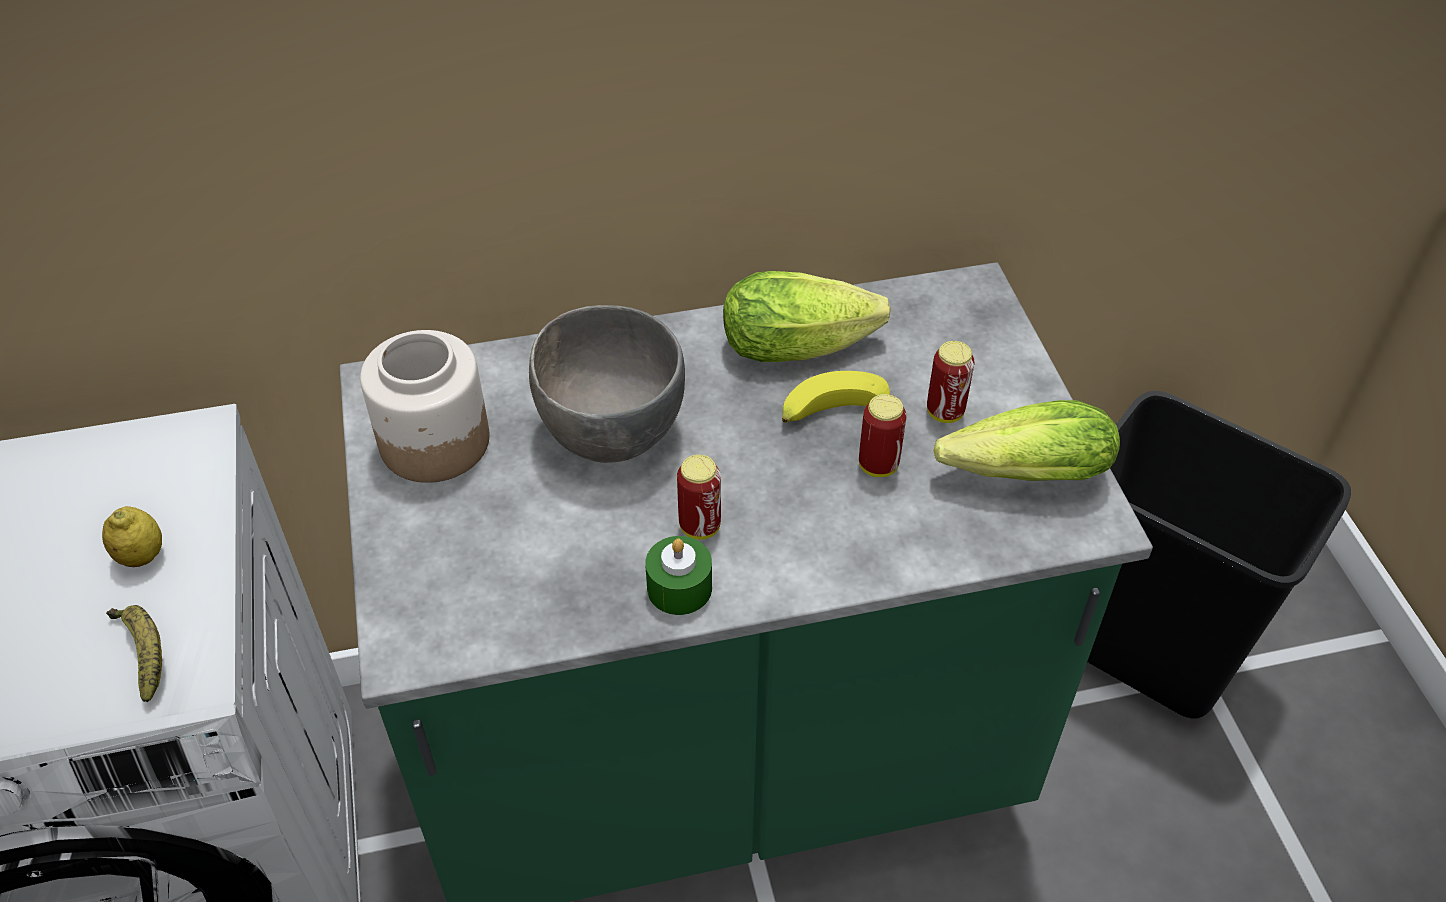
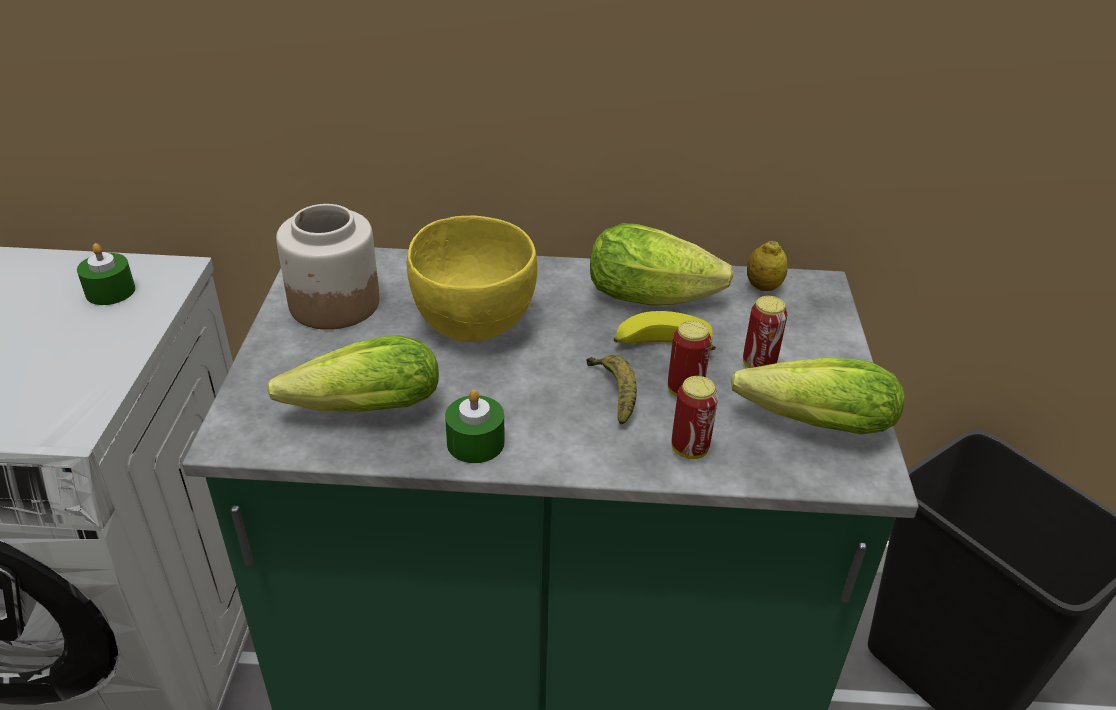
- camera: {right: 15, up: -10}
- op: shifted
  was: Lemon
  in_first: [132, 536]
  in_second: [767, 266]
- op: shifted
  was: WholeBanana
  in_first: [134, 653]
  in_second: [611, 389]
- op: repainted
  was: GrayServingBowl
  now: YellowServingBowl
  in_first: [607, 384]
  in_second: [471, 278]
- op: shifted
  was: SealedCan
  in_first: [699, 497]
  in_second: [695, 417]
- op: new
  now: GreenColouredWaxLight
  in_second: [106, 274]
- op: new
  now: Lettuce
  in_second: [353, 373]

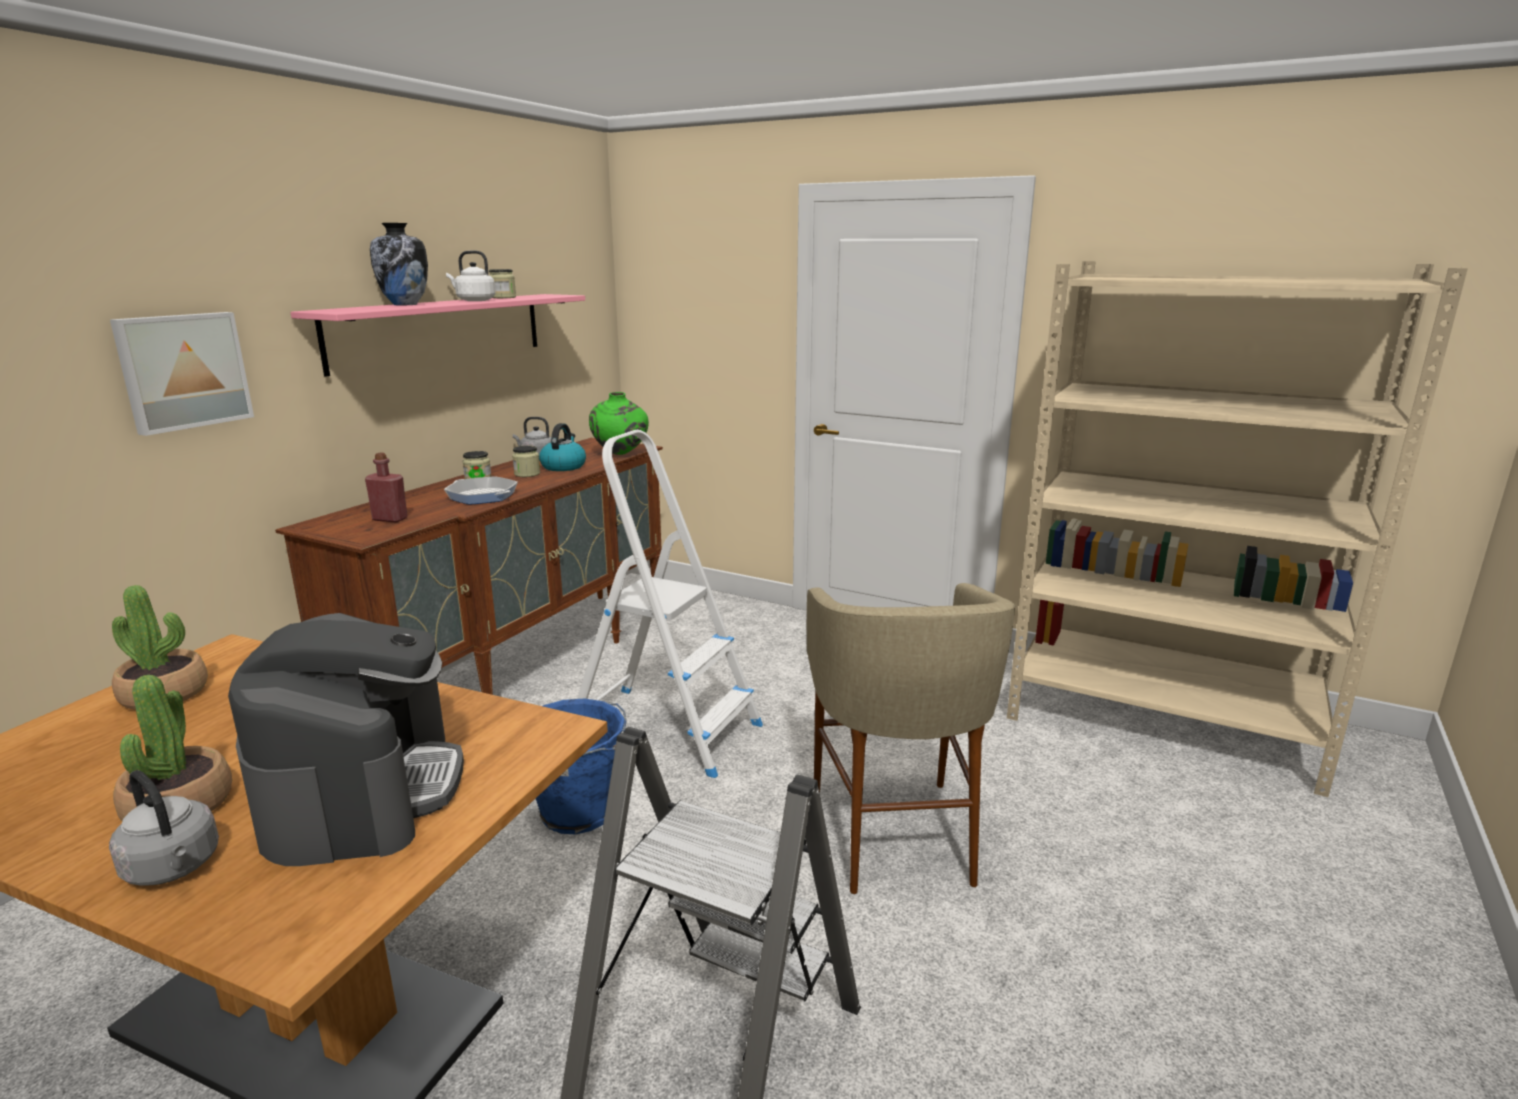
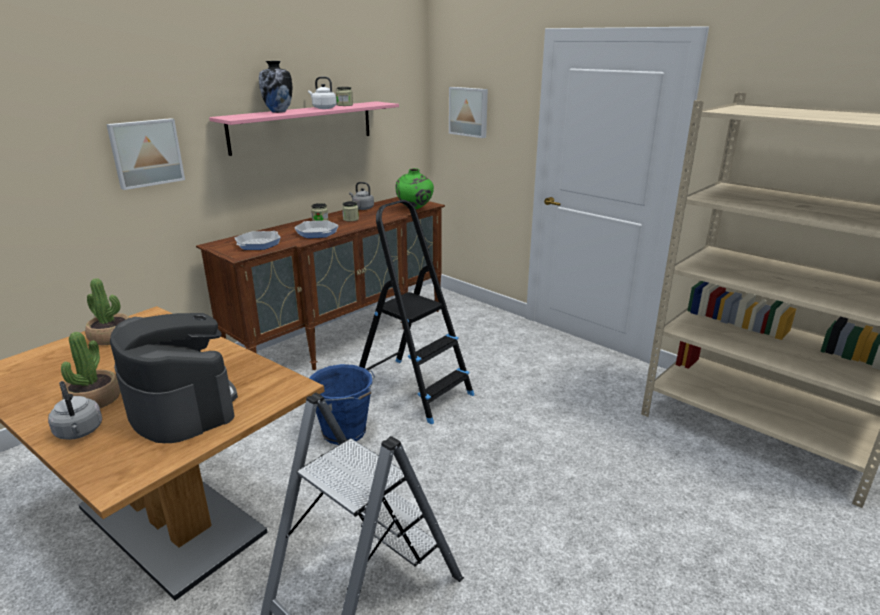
- camera: {right: 15, up: 5}
- op: rotated
  was: CoffeeMaker
  in_first: [346, 739]
  in_second: [174, 378]
  clockwise: -45
- op: swapped
  was: RedBottle
  now: FryingPan
  in_first: [386, 488]
  in_second: [257, 240]
- op: gone
  was: Kettle
  in_first: [562, 447]
- op: repainted
  was: WhitishStepLadder
  now: BlackStepLadder
  in_first: [670, 604]
  in_second: [416, 312]
- op: gone
  was: SandColouredSittingStool
  in_first: [911, 738]
- op: new
  now: WallPicture
  in_second: [468, 112]

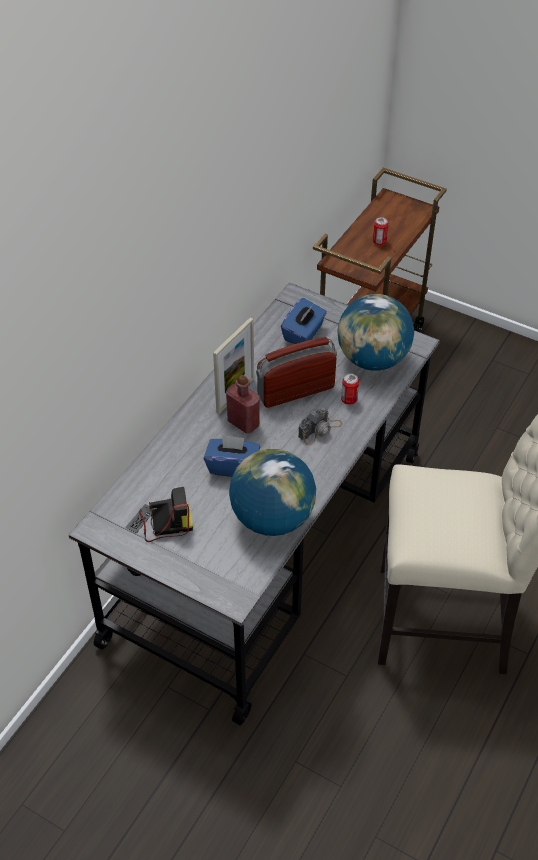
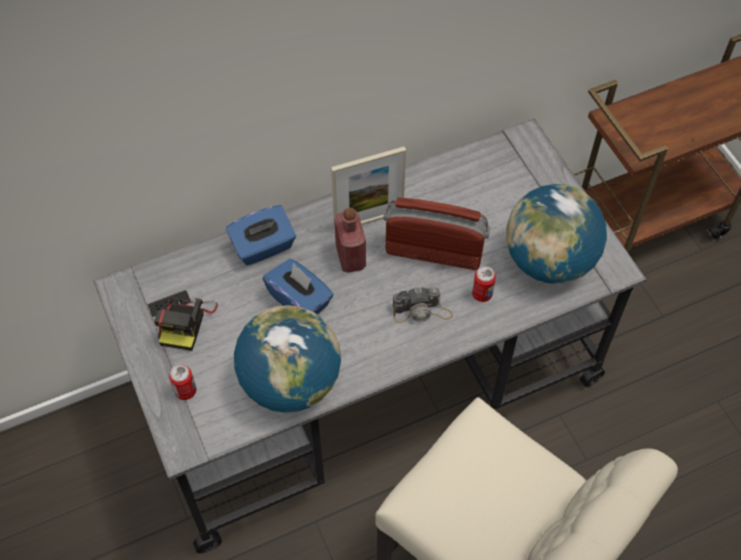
- camera: {right: 35, up: 10}
- op: rotated
  was: StillCamera
  in_first: [166, 514]
  in_second: [186, 324]
  clockwise: 75
- op: shifted
  was: BlueBoxOfTissues
  in_first: [304, 321]
  in_second: [261, 235]
- op: shifted
  was: SealedCan
  in_first: [381, 231]
  in_second: [182, 382]

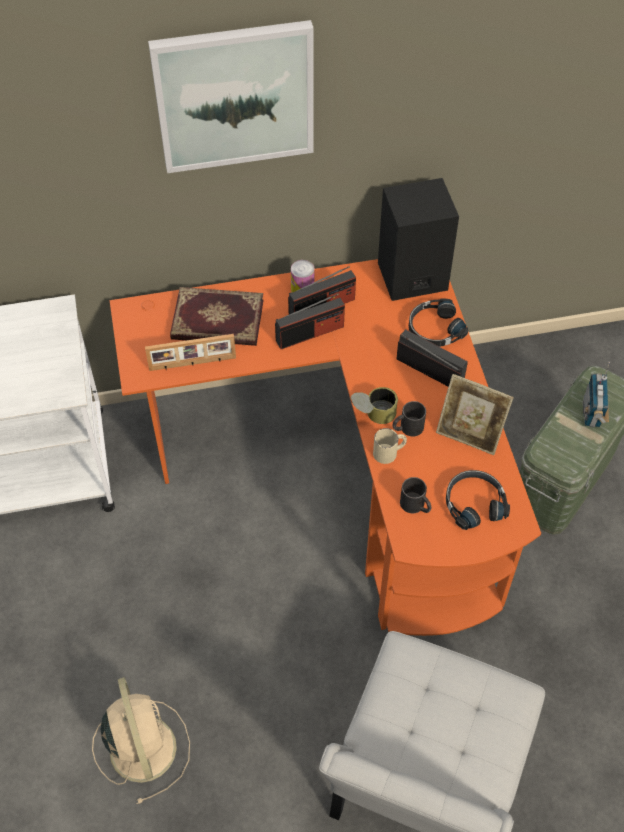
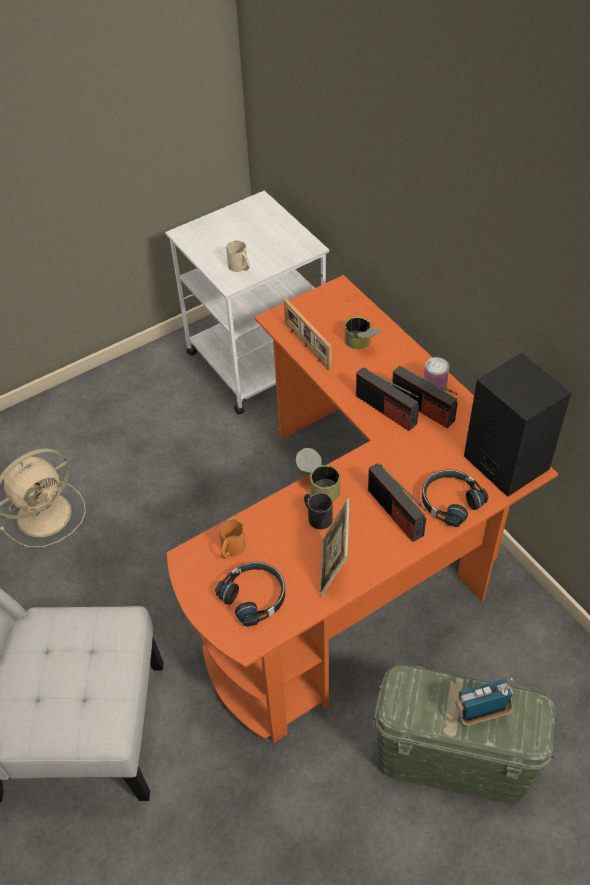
- camera: {right: 70, up: -5}
- op: gone
  was: WallPicture
  in_first: [231, 96]
- op: swapped
  was: Book
  now: SealedCan
  in_first: [217, 316]
  in_second: [362, 332]
- op: shifted
  was: SandColouredCoffeeMug
  in_first: [390, 446]
  in_second: [237, 256]
- op: rotated
  was: RadioReceiver
  in_first: [432, 358]
  in_second: [397, 502]
  clockwise: 135
- op: repainted
  was: BlackCoffeeMug
  now: OrangeCoffeeMug
  in_first: [415, 495]
  in_second: [232, 539]

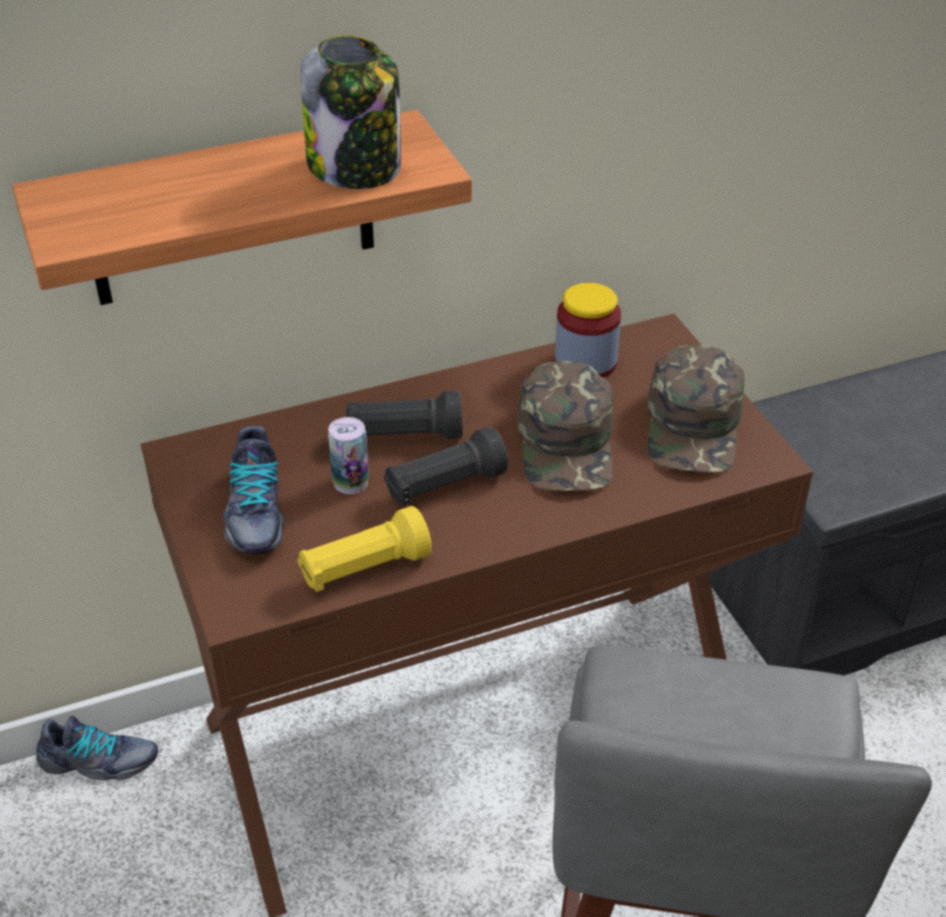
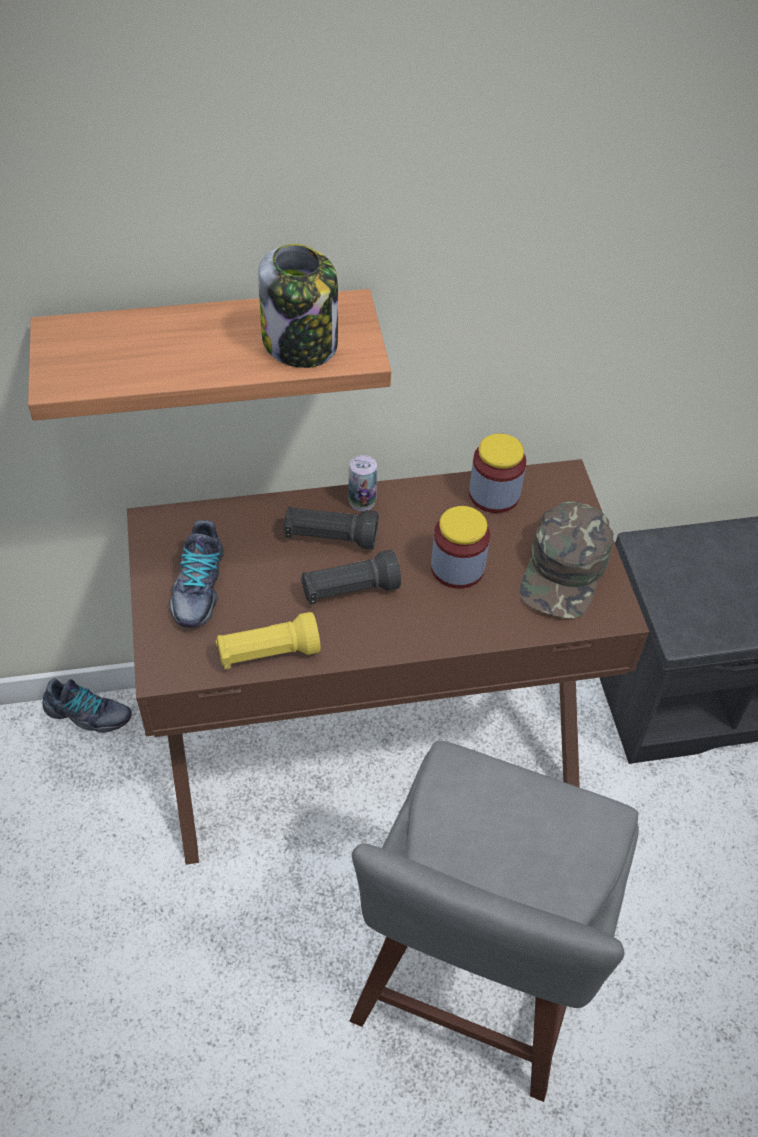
- camera: {right: 10, up: 10}
- op: shifted
  was: SealedCan
  in_first: [348, 455]
  in_second: [363, 483]
- op: swapped
  was: GreenColouredBaseballCap
  now: Jar
  in_first: [565, 426]
  in_second: [460, 547]

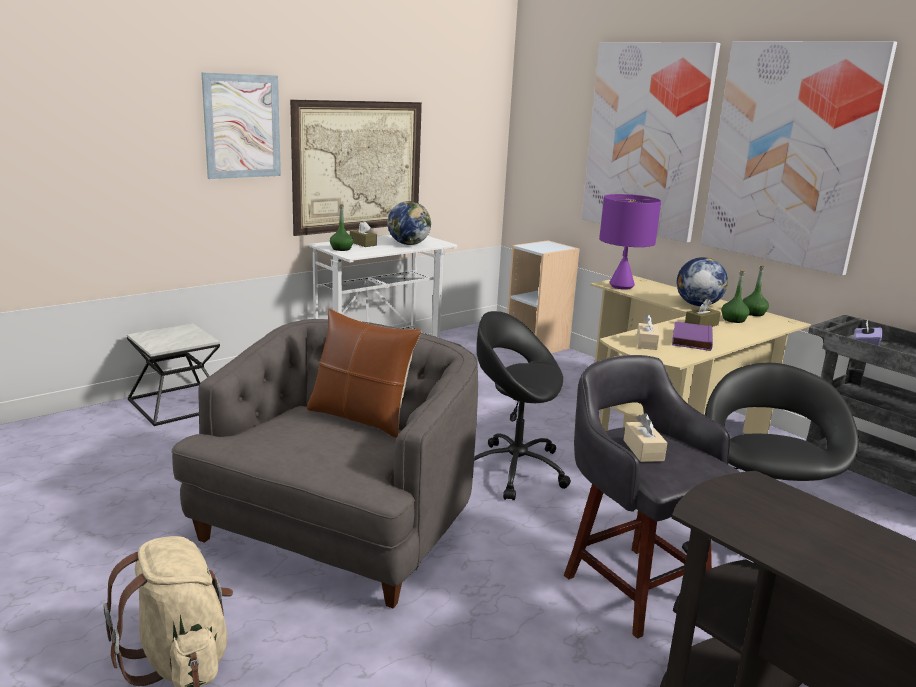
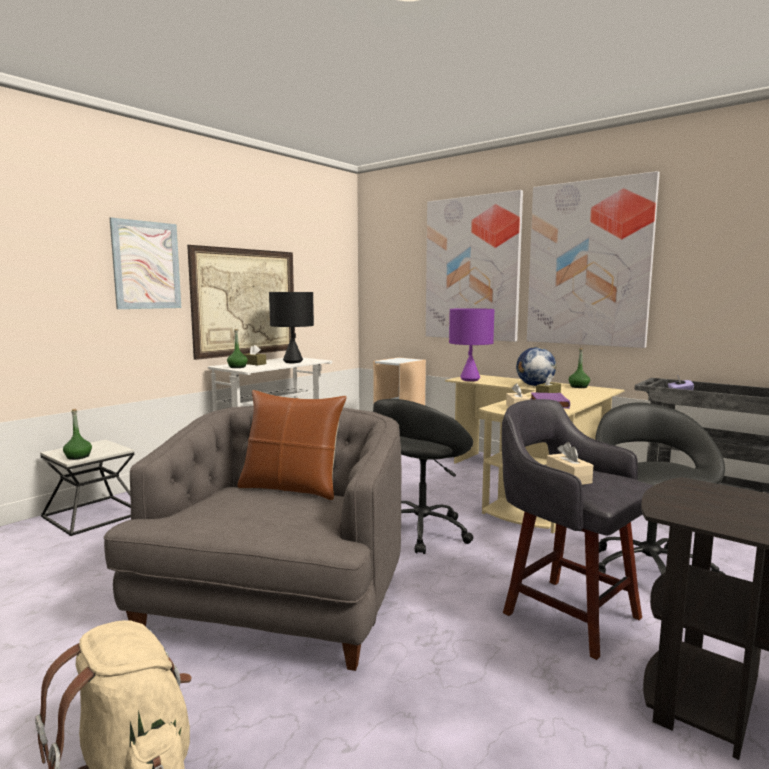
- camera: {right: -10, up: -10}
- op: swapped
  was: DeskGlobe
  now: BlackLampForATable
  in_first: [409, 223]
  in_second: [291, 327]
- op: rotated
  was: BlackOfficeChair
  in_first: [522, 405]
  in_second: [423, 476]
  clockwise: -60
- op: shifted
  was: GreenColouredBottle
  in_first: [735, 296]
  in_second: [77, 434]

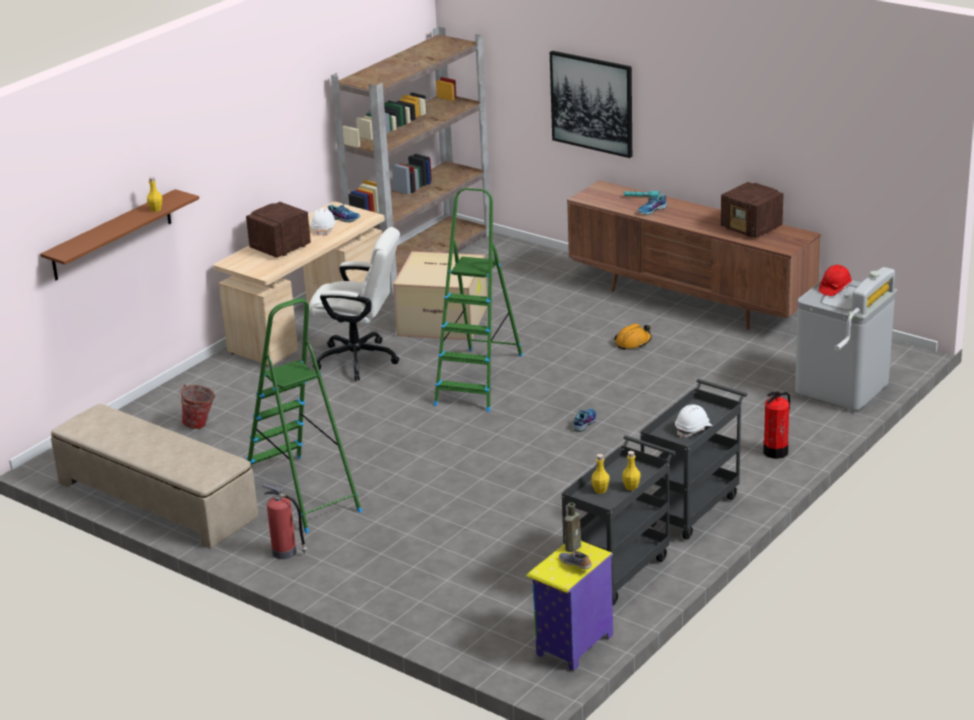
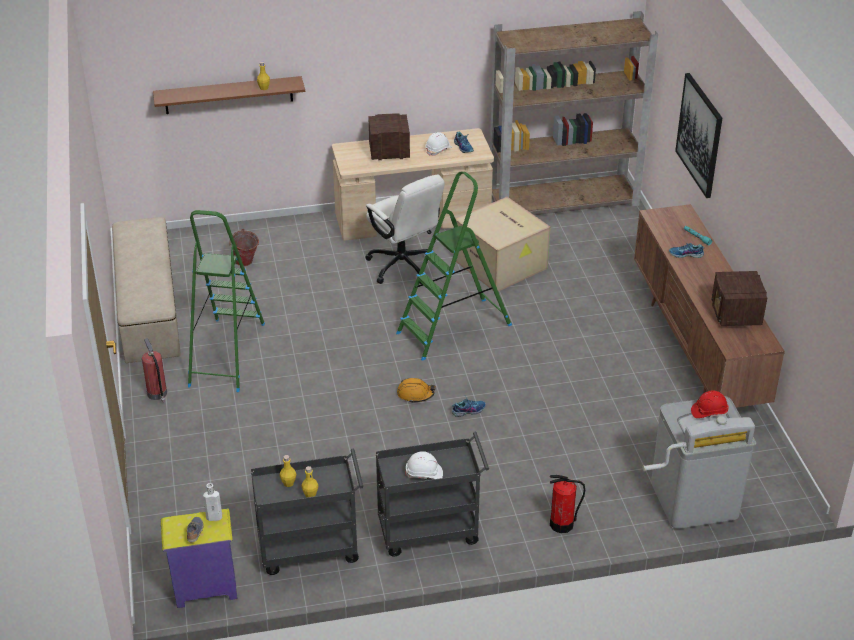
- camera: {right: 40, up: 10}
- op: repainted
  was: BrownBottle
  now: WhitishBottle
  in_first: [572, 527]
  in_second: [212, 502]
- op: shifted
  was: OrangeHardHat
  in_first: [633, 336]
  in_second: [416, 390]

